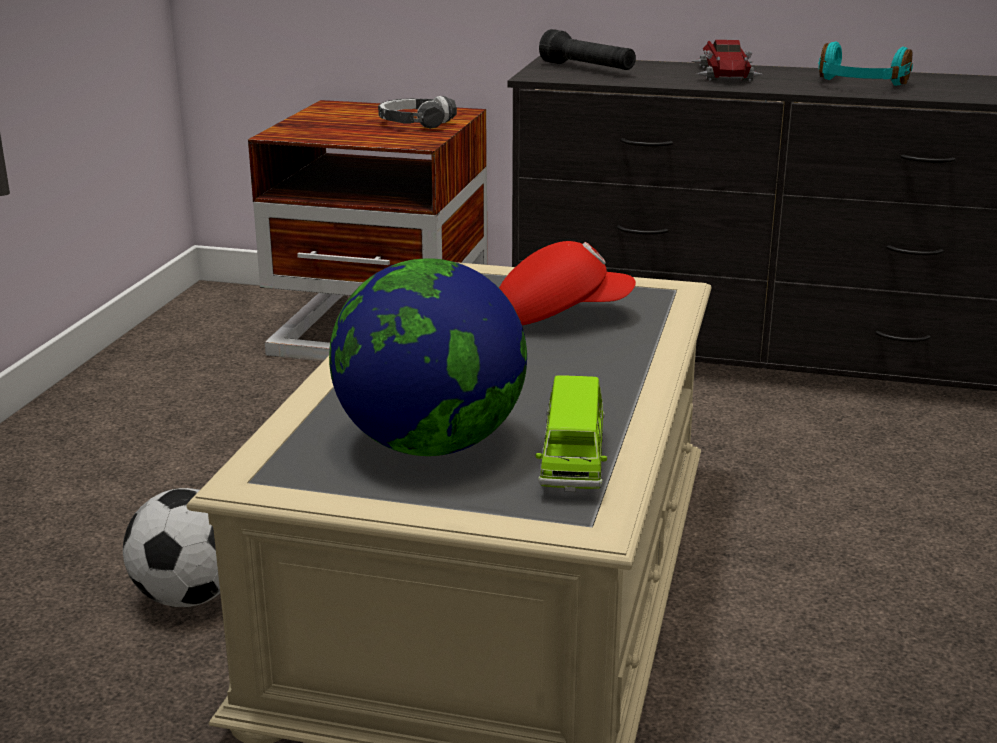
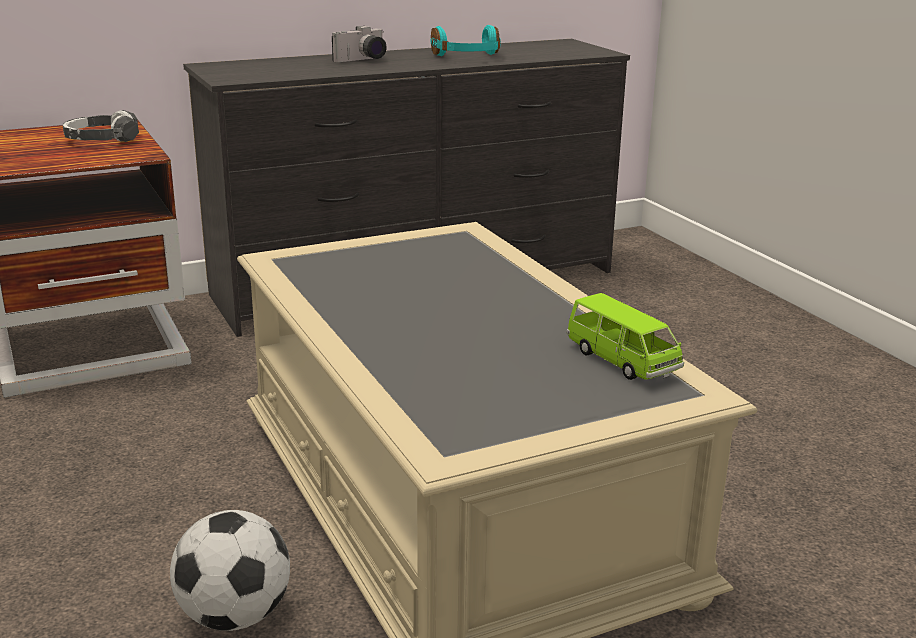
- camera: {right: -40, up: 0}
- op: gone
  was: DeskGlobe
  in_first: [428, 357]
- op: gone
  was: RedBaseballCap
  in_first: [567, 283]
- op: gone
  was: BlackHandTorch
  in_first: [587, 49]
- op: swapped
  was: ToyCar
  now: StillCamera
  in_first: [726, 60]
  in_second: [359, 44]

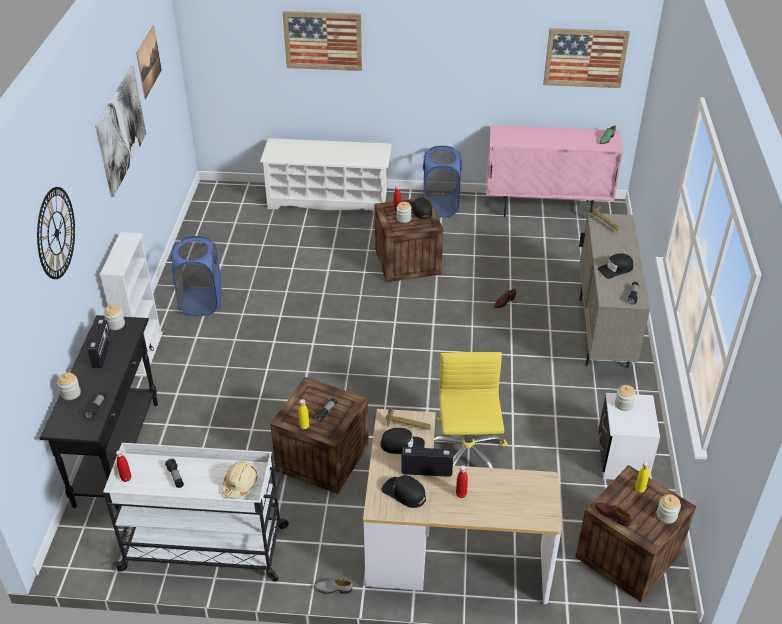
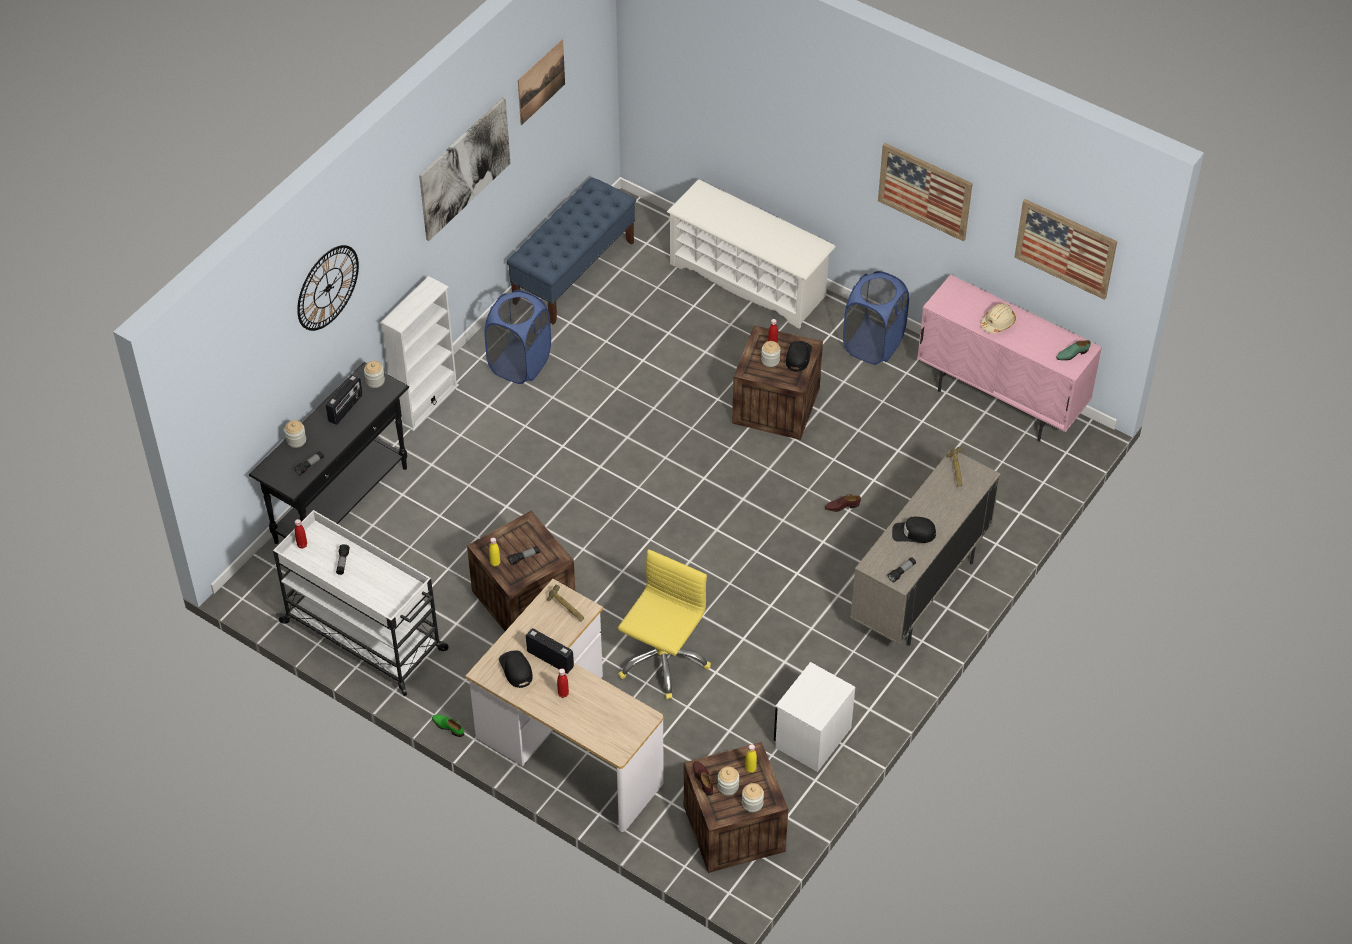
- camera: {right: 30, up: 10}
- op: shifted
  was: SandColouredHardHat
  in_first: [240, 480]
  in_second: [998, 318]
- op: shifted
  was: WallPicture
  in_first: [322, 41]
  in_second: [925, 192]
- op: repainted
  was: GrayItemOfFootwear
  now: GreenColouredItemOfFootwear
  in_first: [333, 586]
  in_second: [448, 726]
- op: gone
  was: BlackBaseballCap
  in_first: [402, 441]
- op: shifted
  was: Jar
  in_first: [625, 398]
  in_second: [728, 781]
- op: new
  now: BlueIndoorBench
  in_second: [571, 251]

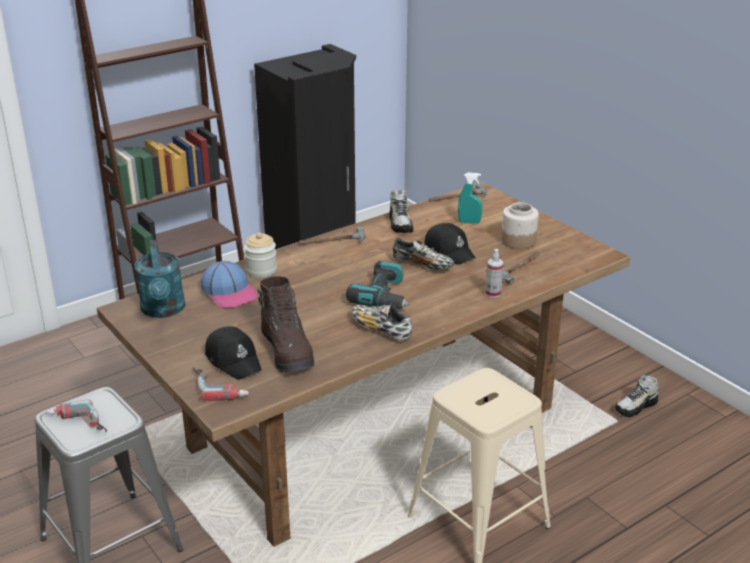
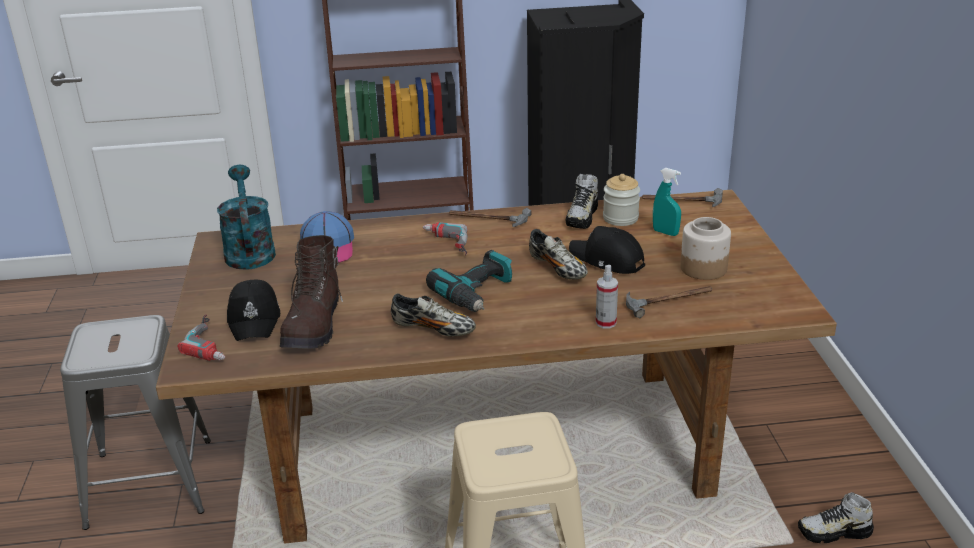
- camera: {right: 30, up: 0}
- op: shifted
  was: PowerDrill
  in_first: [76, 416]
  in_second: [445, 238]
- op: rotated
  was: TurquoiseSprinklingCan
  in_first: [160, 279]
  in_second: [246, 217]
  clockwise: 150
- op: shifted
  was: Jar
  in_first: [260, 255]
  in_second: [621, 200]
- op: rotated
  was: ItemOfFootwear
  in_first: [381, 323]
  in_second: [433, 315]
  clockwise: 135
- op: rotated
  was: BlackBaseballCap
  in_first: [450, 244]
  in_second: [607, 250]
  clockwise: 135

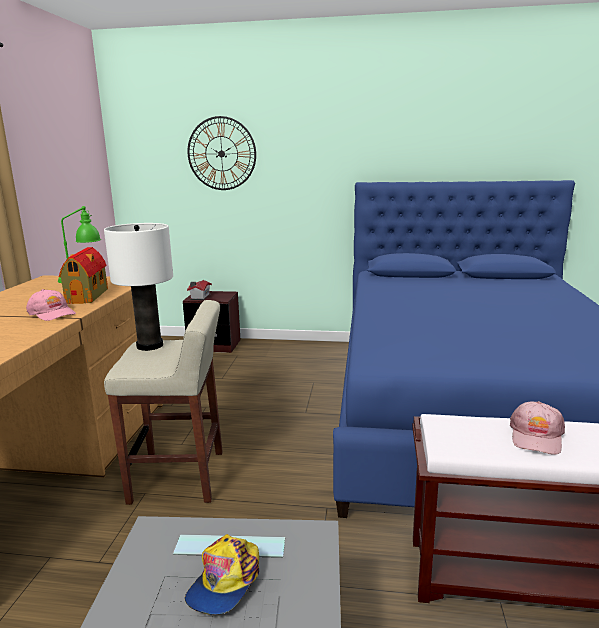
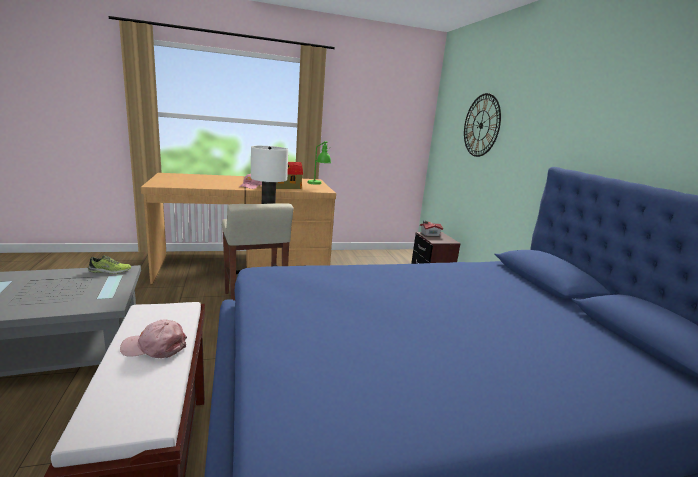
- camera: {right: 65, up: 0}
- op: gone
  was: BaseballCap
  in_first: [222, 574]
- op: new
  now: ItemOfFootwear
  in_second: [109, 264]

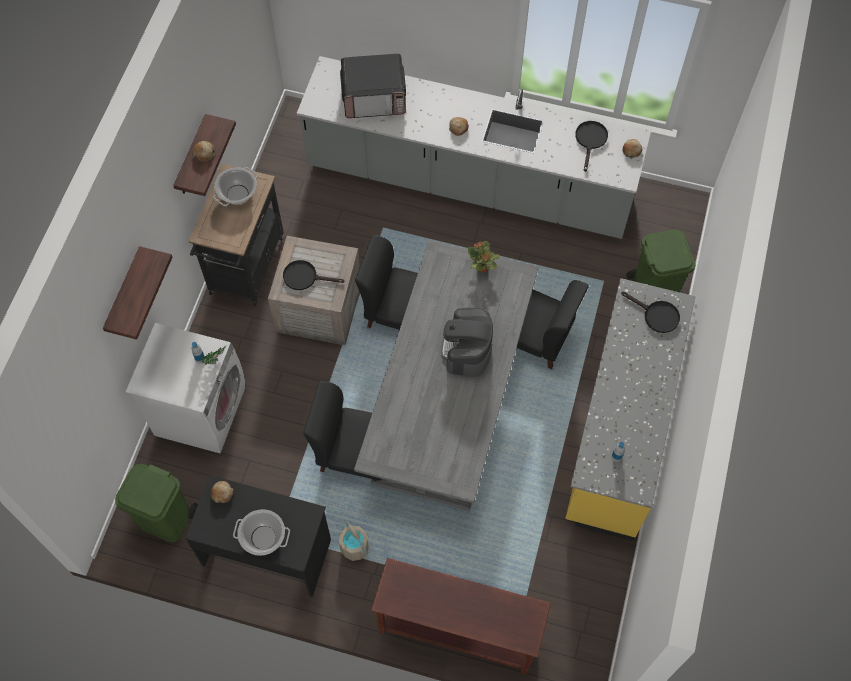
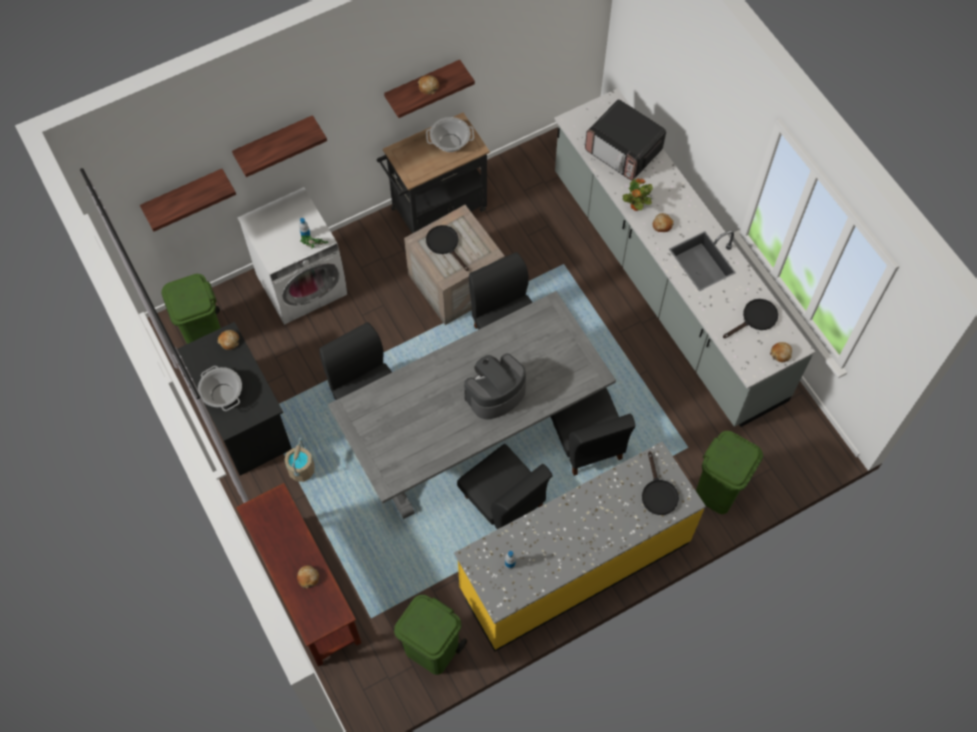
- camera: {right: 45, up: 0}
- op: shifted
  was: Houseplant
  in_first: [484, 256]
  in_second: [637, 194]
- op: new
  now: Shelf
  in_second: [188, 200]
- op: new
  now: BakeryBread
  in_second: [308, 577]
- op: new
  now: GreenColouredWasteBin
  in_second: [430, 635]
- op: new
  now: BlackUprightChair
  in_second: [504, 486]

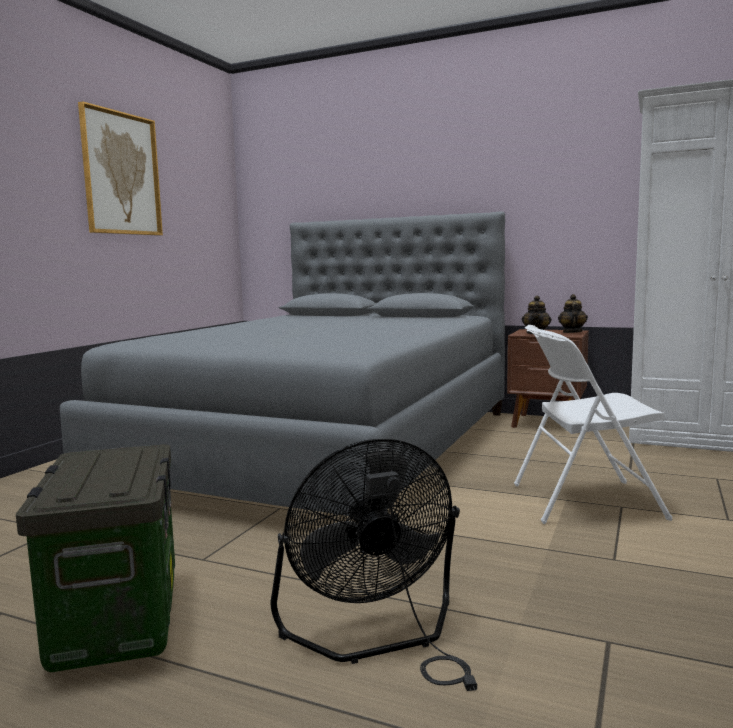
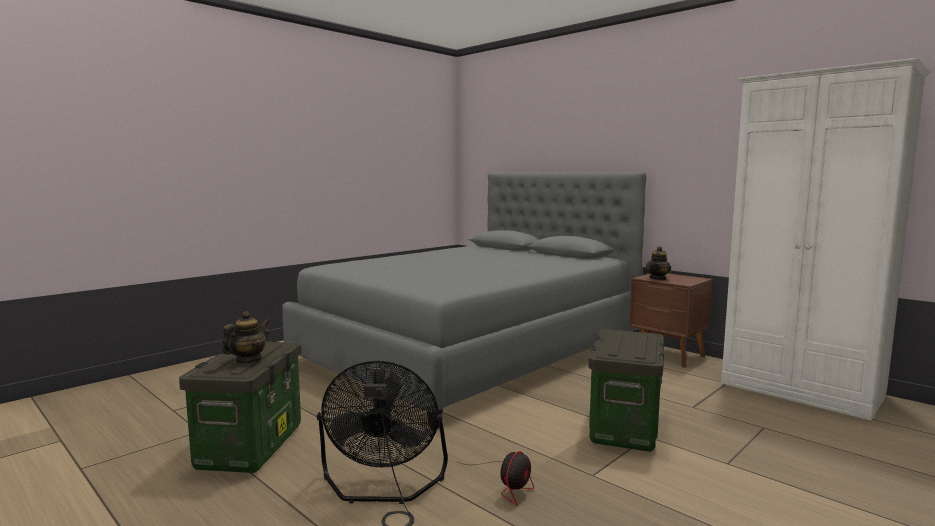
- camera: {right: 20, up: 0}
- op: gone
  was: WallPicture
  in_first: [120, 168]
- op: swapped
  was: WhitishUprightChair
  now: StorageContainer
  in_first: [593, 424]
  in_second: [626, 390]
- op: shifted
  was: Teapot
  in_first: [573, 313]
  in_second: [246, 337]
- op: new
  now: ElectricFan
  in_second: [496, 478]

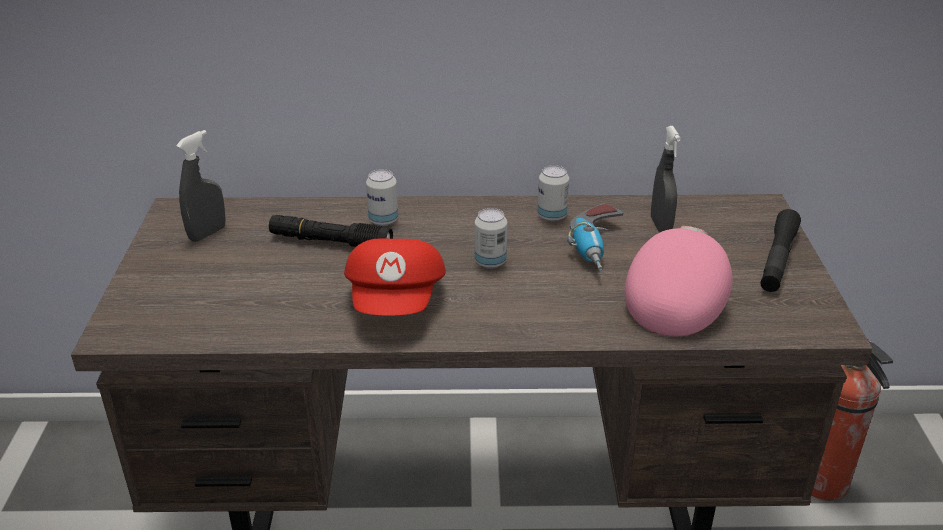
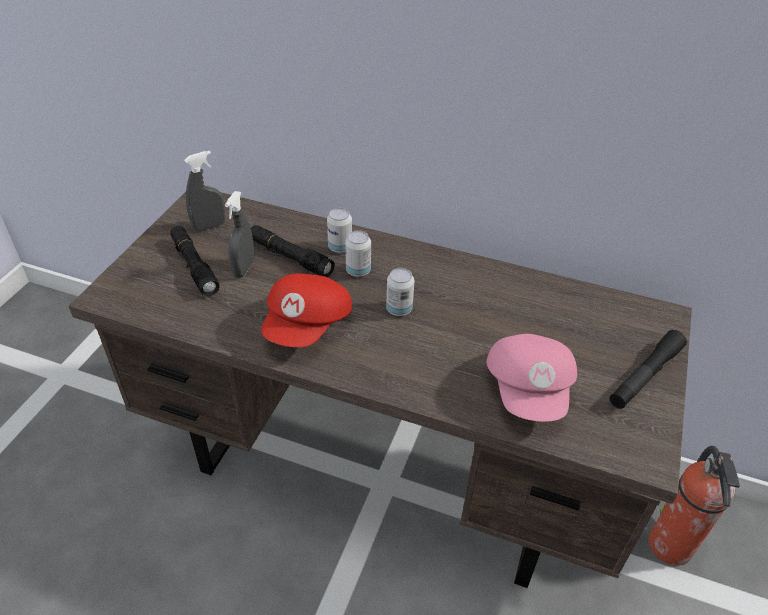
- camera: {right: 20, up: 10}
- op: shifted
  was: SealedCan
  in_first: [553, 193]
  in_second: [358, 253]
- op: gone
  was: PowerDrill
  in_first: [595, 237]
- op: rotated
  was: PinkColouredBaseballCap
  in_first: [678, 281]
  in_second: [532, 378]
  clockwise: 135
- op: shifted
  was: GrayHandSprayer
  in_first: [666, 179]
  in_second: [240, 234]
- op: new
  now: BlackHandTorch
  in_second: [195, 261]

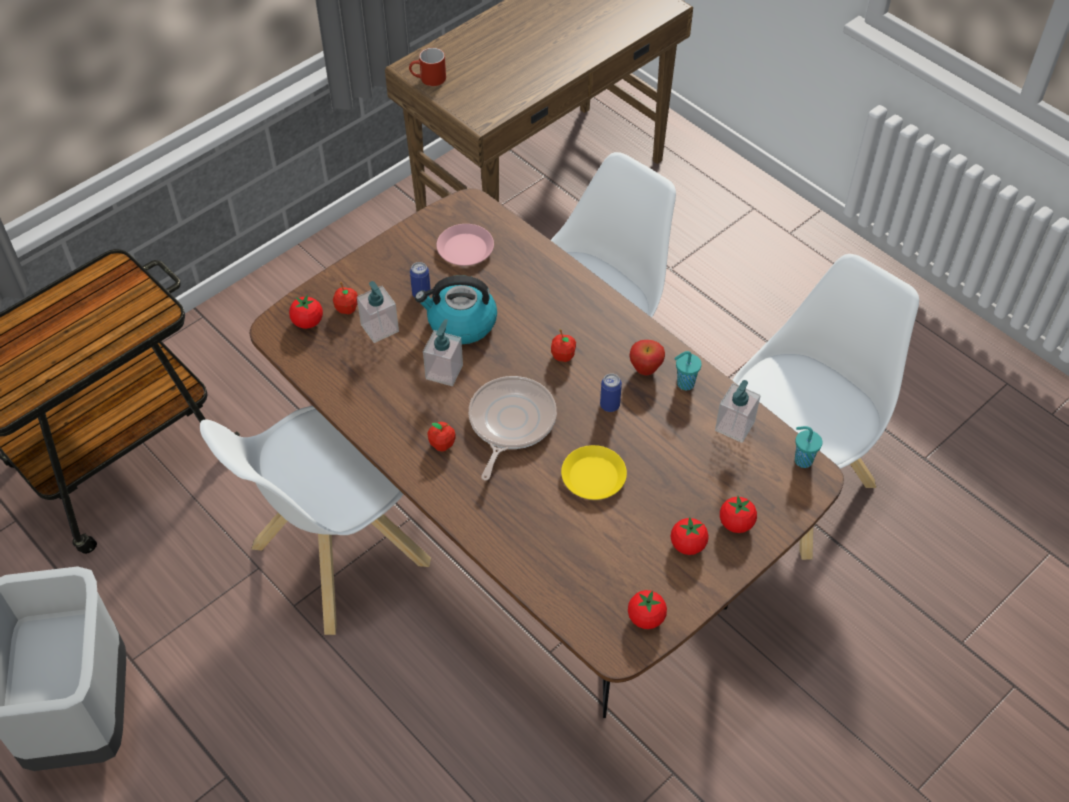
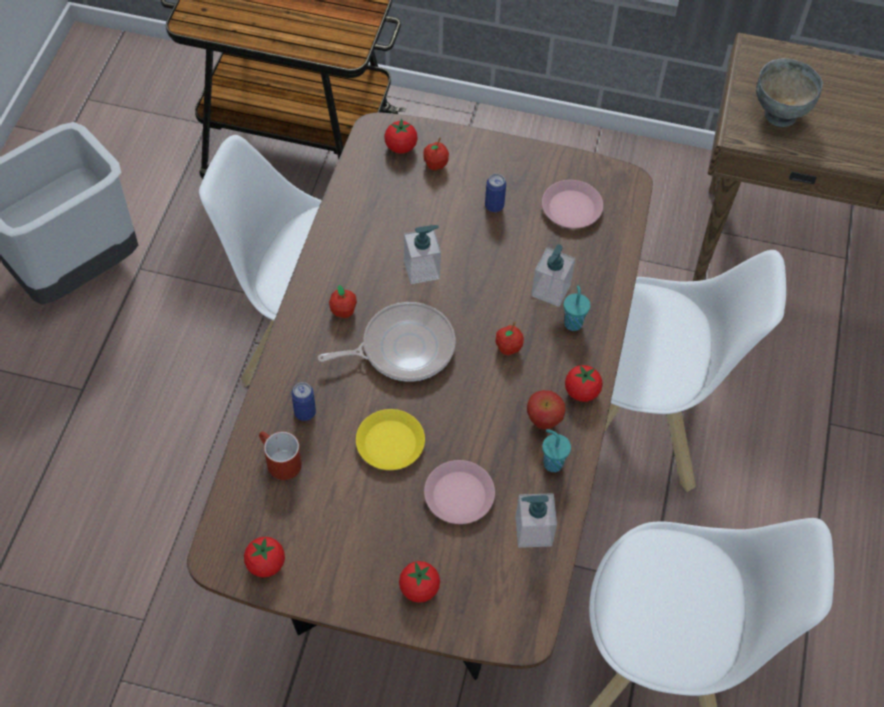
- camera: {right: 55, up: 5}
- op: shifted
  was: LiquidSoapBottle
  in_first: [378, 312]
  in_second: [553, 275]
- op: shifted
  was: RedCoffeeMug
  in_first: [427, 67]
  in_second: [280, 455]
- op: gone
  was: Kettle
  in_first: [456, 309]
- op: shifted
  was: SealedCan
  in_first: [611, 392]
  in_second: [303, 401]
- op: shifted
  was: FreshTomato
  in_first: [690, 536]
  in_second: [584, 383]
- op: shifted
  was: TurquoiseDrinkingCup
  in_first: [808, 447]
  in_second: [577, 308]
- op: new
  now: PinkColouredPlate
  in_second: [459, 492]
- op: new
  now: GrayServingBowl
  in_second: [789, 92]

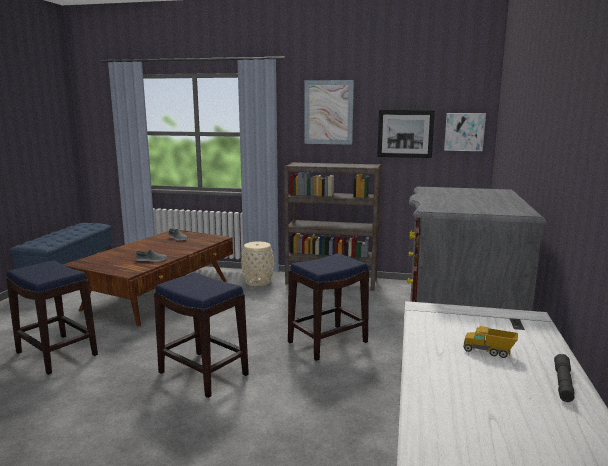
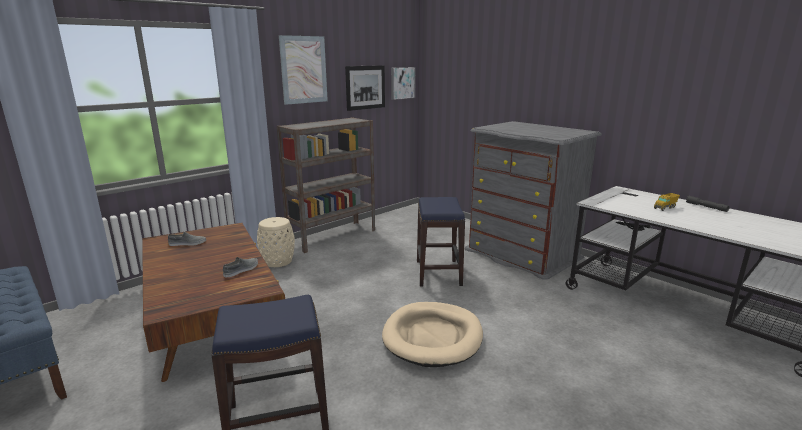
- camera: {right: -55, up: 5}
- op: swapped
  was: SittingStool
  now: SandColouredPetBed
  in_first: [201, 335]
  in_second: [432, 334]

